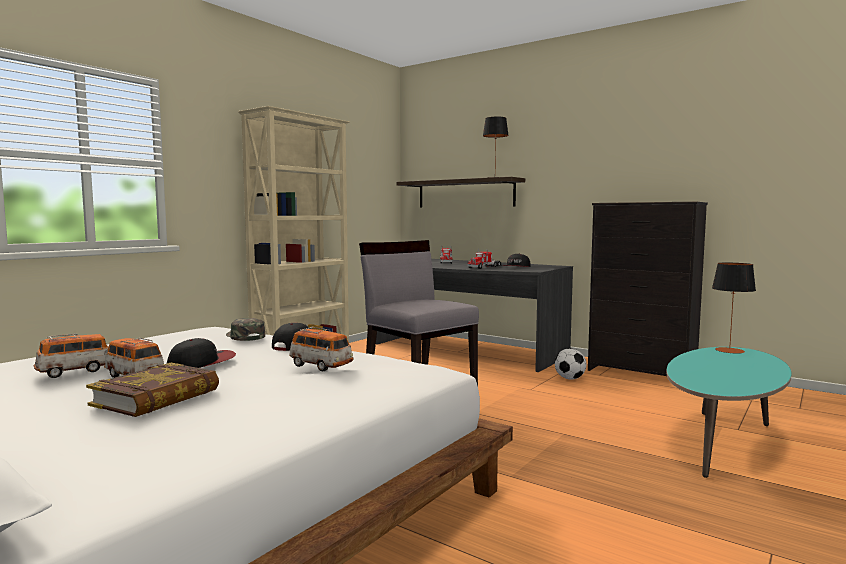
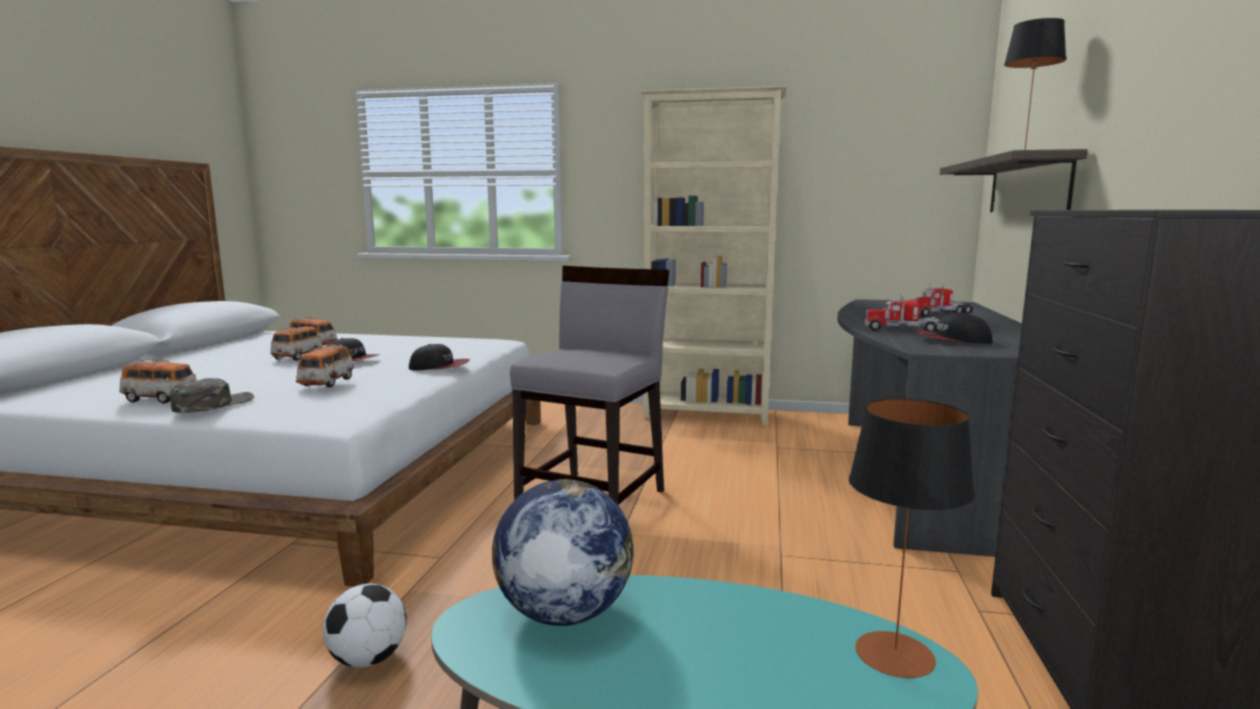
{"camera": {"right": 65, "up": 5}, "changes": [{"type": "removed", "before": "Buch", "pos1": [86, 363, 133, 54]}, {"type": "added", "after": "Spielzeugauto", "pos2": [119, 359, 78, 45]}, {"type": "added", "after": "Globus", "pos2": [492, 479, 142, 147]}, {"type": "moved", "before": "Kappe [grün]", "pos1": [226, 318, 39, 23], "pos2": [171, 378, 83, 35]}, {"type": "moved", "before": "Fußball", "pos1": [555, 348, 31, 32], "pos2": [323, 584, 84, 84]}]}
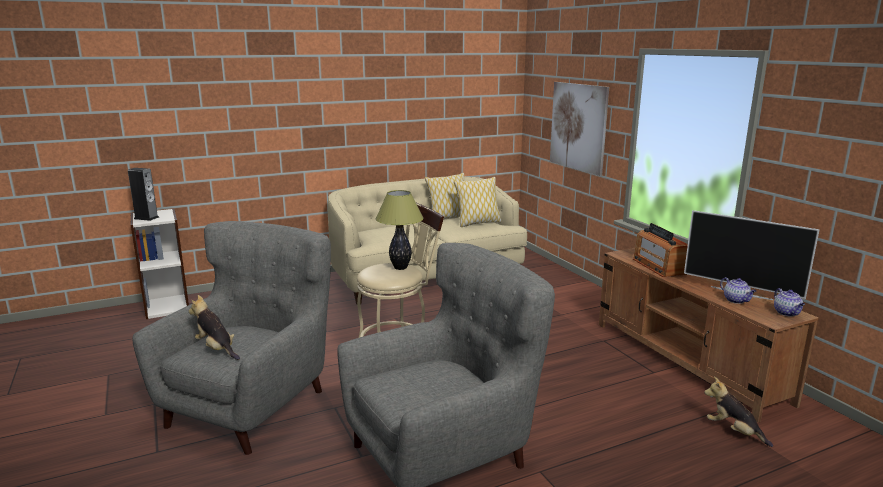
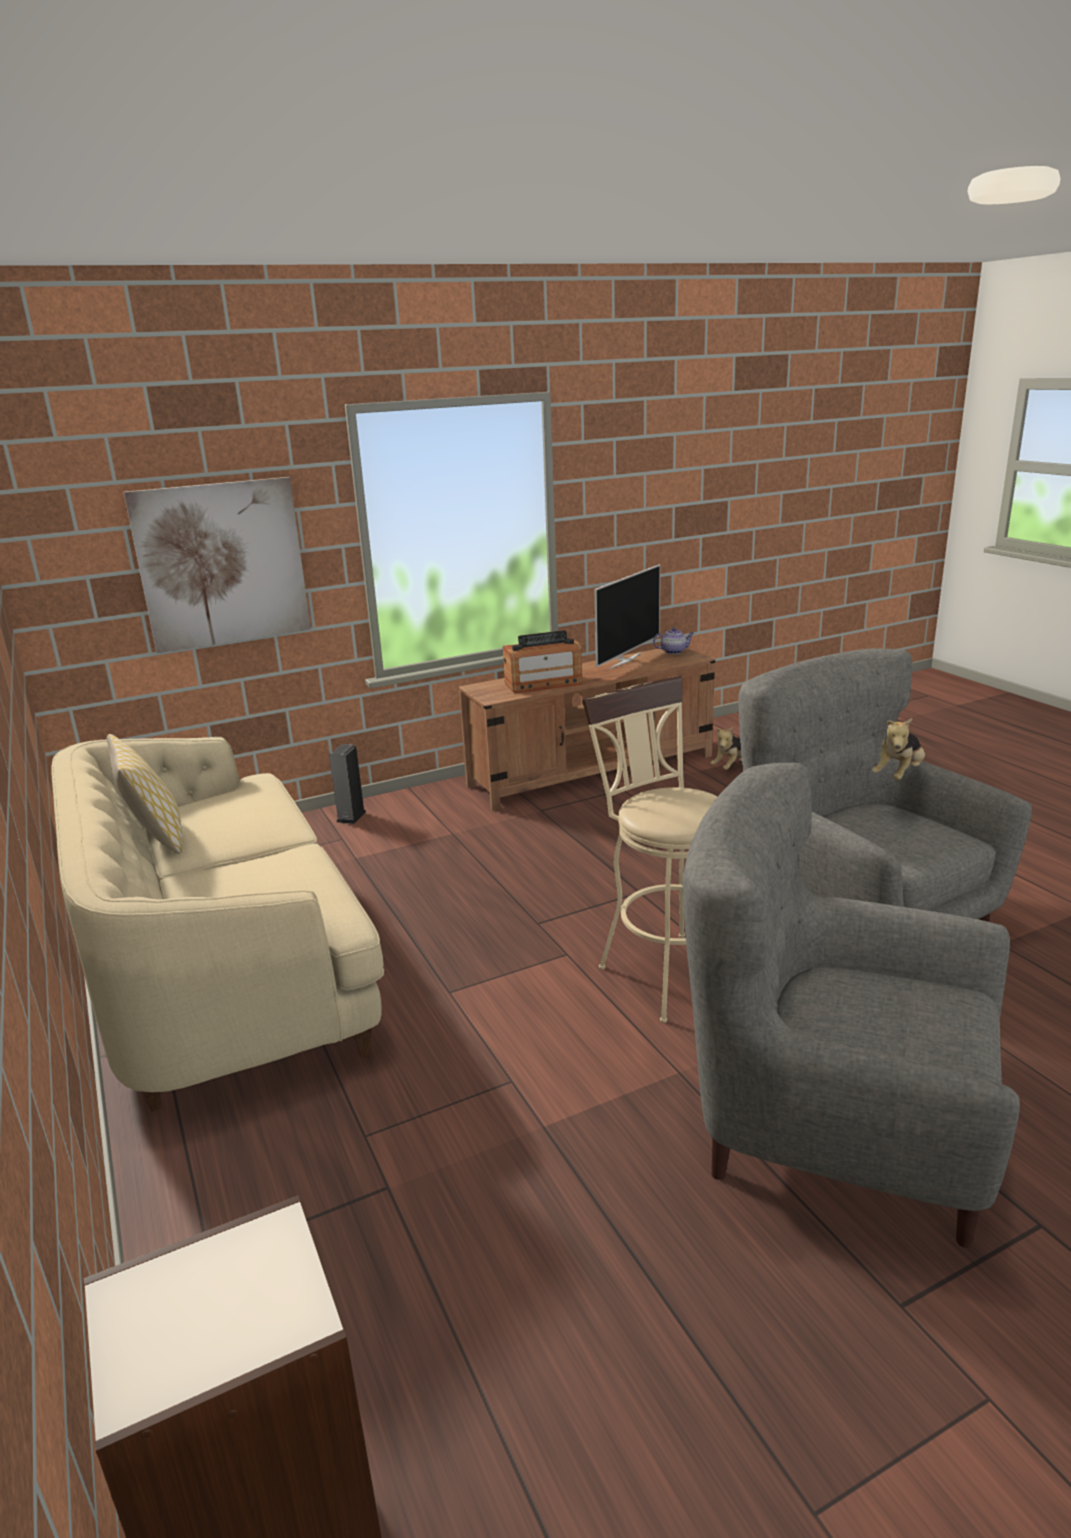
{"camera": {"right": -90, "up": 5}, "changes": [{"type": "removed", "before": "Tischlampe", "pos1": [376, 190, 47, 80]}, {"type": "removed", "before": "Kissen", "pos1": [454, 177, 48, 50]}, {"type": "removed", "before": "Teekanne", "pos1": [720, 277, 36, 27]}, {"type": "moved", "before": "Lautsprecher", "pos1": [128, 168, 31, 53], "pos2": [329, 744, 37, 80]}, {"type": "moved", "before": "Plüschtier", "pos1": [189, 295, 51, 65], "pos2": [872, 718, 53, 62]}]}
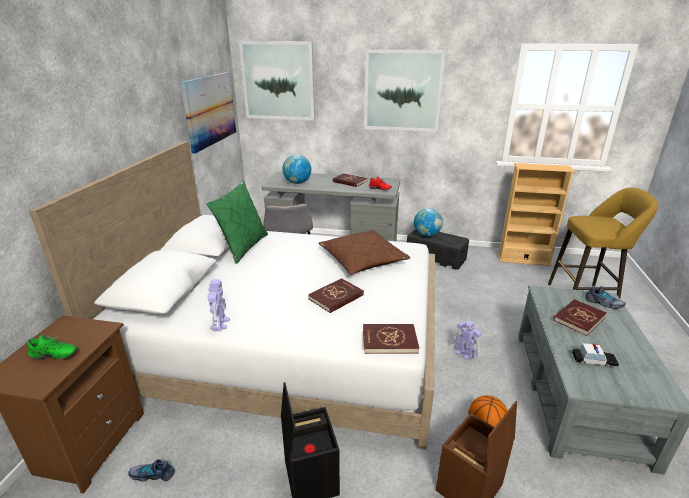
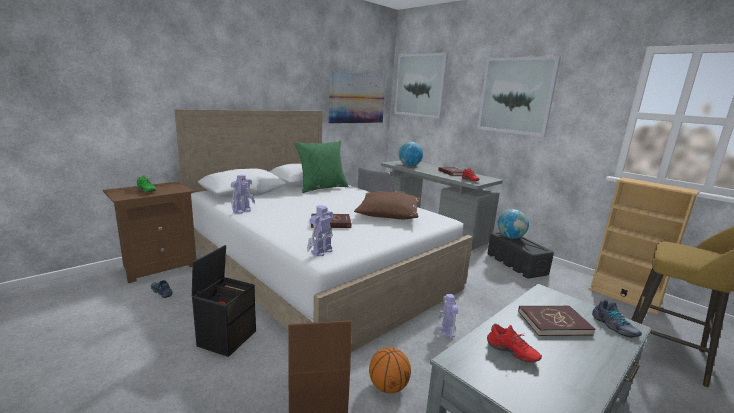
{"camera": {"right": 35, "up": -10}, "changes": [{"type": "replaced", "before": "Buch [rot]", "after": "Spielzeugroboter", "pos1": [363, 324, 56, 30], "pos2": [307, 205, 26, 51]}, {"type": "replaced", "before": "Spielzeugauto", "after": "Schuh [rot]", "pos1": [572, 343, 47, 25], "pos2": [487, 324, 55, 39]}]}
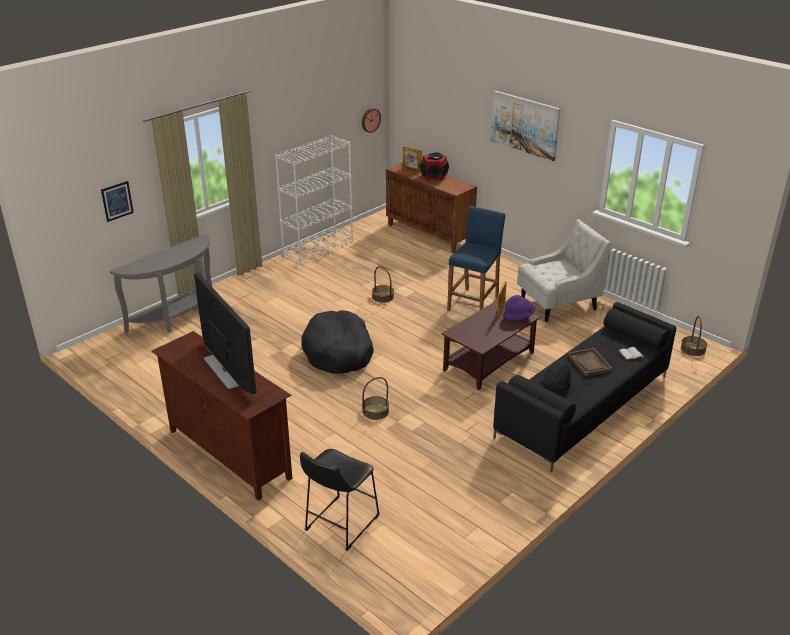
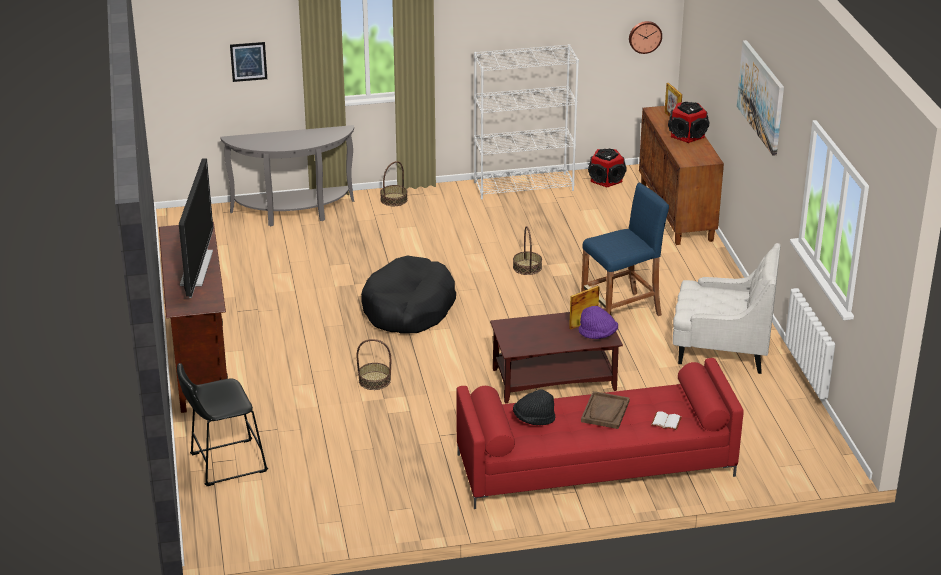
{"camera": {"right": 35, "up": 0}, "changes": [{"type": "added", "after": "Lautsprecher", "pos2": [588, 148, 38, 39]}, {"type": "moved", "before": "Korb", "pos1": [681, 316, 26, 40], "pos2": [380, 161, 28, 45]}, {"type": "recoloured", "before": "Sofa [schwarz]", "after": "Sofa [rot]", "pos1": [493, 302, 183, 170], "pos2": [456, 358, 288, 151]}]}
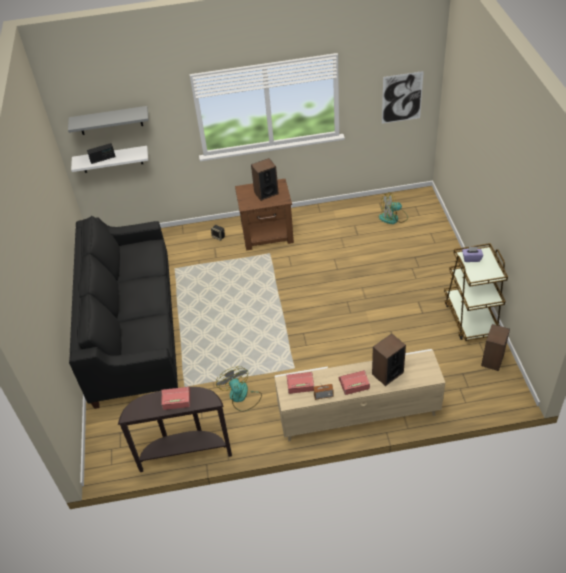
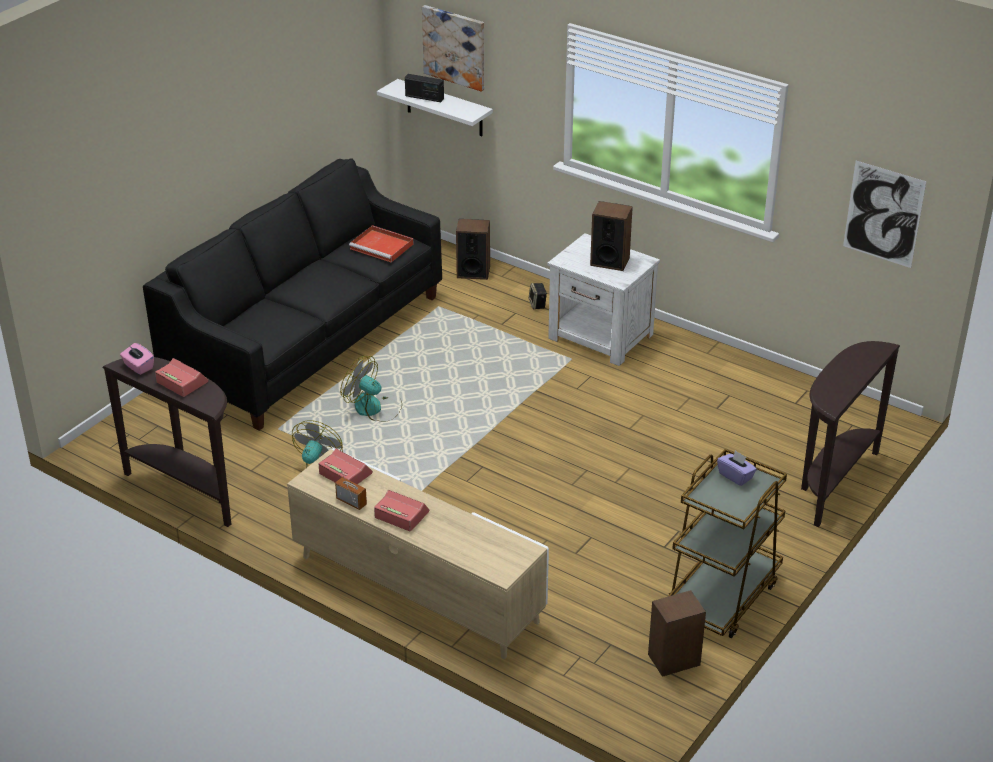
{"camera": {"right": 40, "up": -10}, "changes": [{"type": "added", "after": "Taschentuchbox [rosa]", "pos2": [120, 343, 34, 32]}, {"type": "added", "after": "Tablett [rot]", "pos2": [349, 225, 64, 37]}, {"type": "added", "after": "Konsolentisch [braun]", "pos2": [801, 341, 99, 186]}, {"type": "moved", "before": "Lautsprecher", "pos1": [372, 334, 34, 52], "pos2": [456, 219, 34, 61]}, {"type": "moved", "before": "Ventilator", "pos1": [379, 192, 29, 32], "pos2": [340, 356, 62, 65]}, {"type": "replaced", "before": "Wandregal [grau]", "after": "Bild", "pos1": [68, 106, 81, 29], "pos2": [422, 5, 62, 87]}, {"type": "recoloured", "before": "Nachttisch [braun]", "after": "Nachttisch [weiß]", "pos1": [235, 179, 59, 72], "pos2": [547, 233, 113, 133]}]}
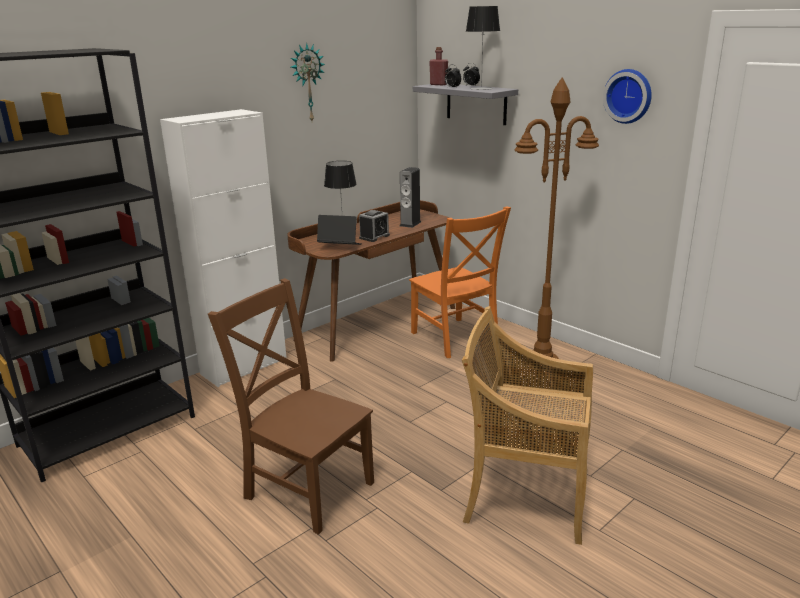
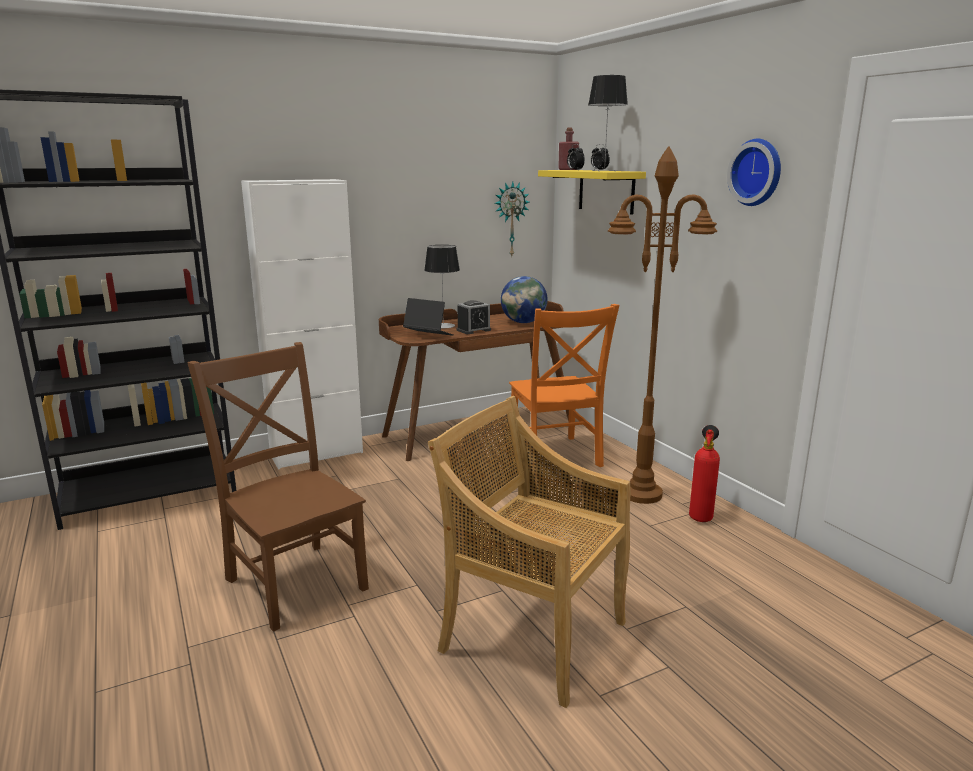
{"camera": {"right": 15, "up": -5}, "changes": [{"type": "added", "after": "Feuerlöscher", "pos2": [689, 425, 31, 97]}, {"type": "moved", "before": "Wanduhr", "pos1": [291, 42, 34, 79], "pos2": [495, 182, 34, 74]}, {"type": "replaced", "before": "Lautsprecher", "after": "Globus", "pos1": [400, 167, 21, 61], "pos2": [501, 276, 47, 47]}, {"type": "recoloured", "before": "Wandregal [grau]", "after": "Wandregal [gelb]", "pos1": [413, 84, 105, 41], "pos2": [538, 170, 108, 45]}]}
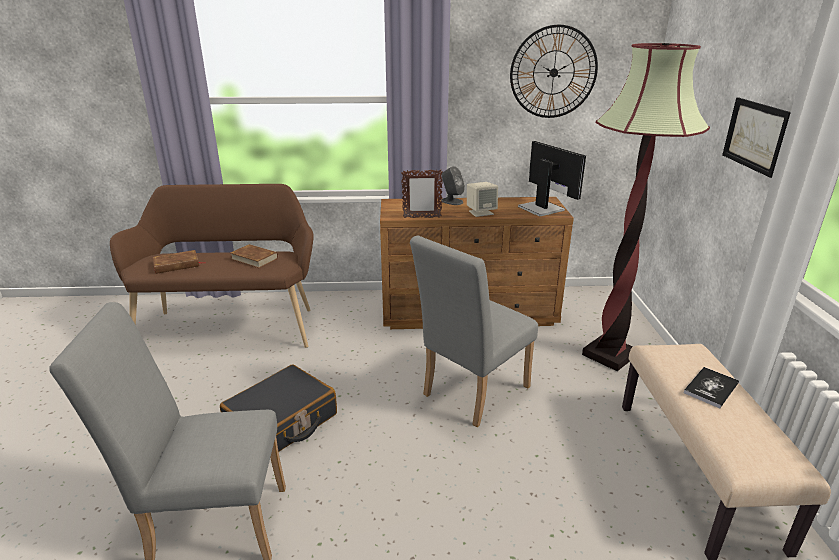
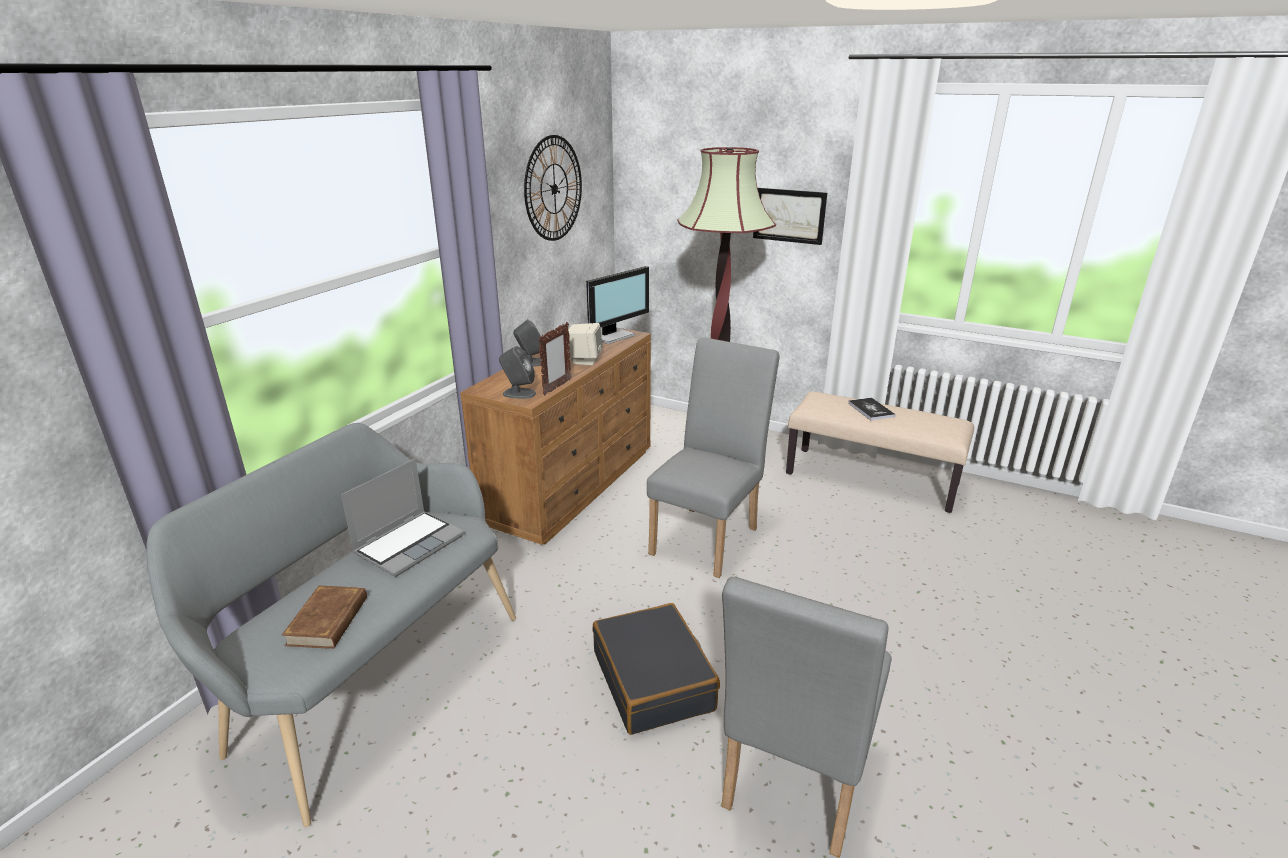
{"camera": {"right": -60, "up": 0}, "changes": [{"type": "added", "after": "Lautsprecher [grau]", "pos2": [499, 346, 37, 53]}, {"type": "replaced", "before": "Buch [braun]", "after": "Laptop", "pos1": [230, 244, 48, 24], "pos2": [341, 459, 124, 118]}, {"type": "recoloured", "before": "Bank [braun]", "after": "Bank [grau]", "pos1": [110, 184, 203, 164], "pos2": [146, 423, 370, 404]}, {"type": "turned", "before": "Stuhl [grau]", "pos1": [410, 236, 128, 191], "pos2": [647, 337, 133, 241], "turn": -135}, {"type": "turned", "before": "Monitor", "pos1": [518, 141, 68, 75], "pos2": [586, 266, 63, 78], "turn": 135}]}
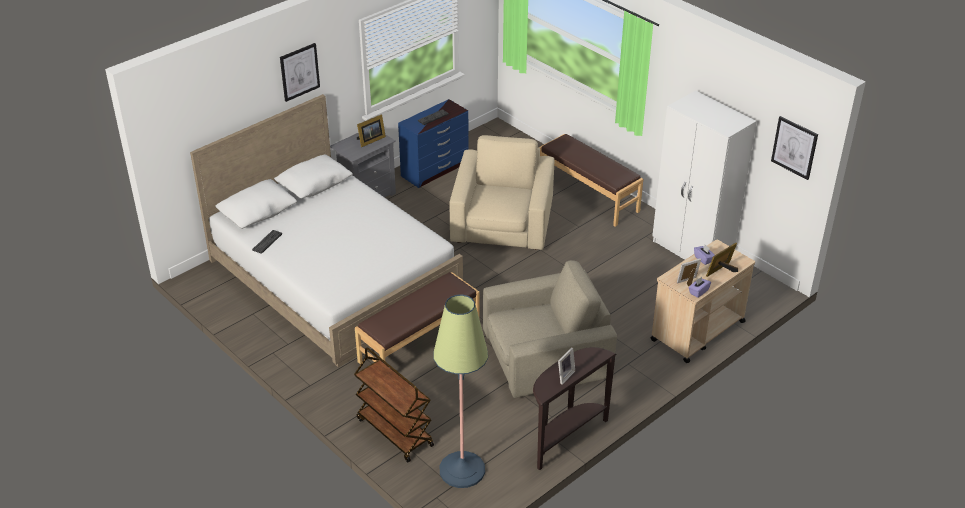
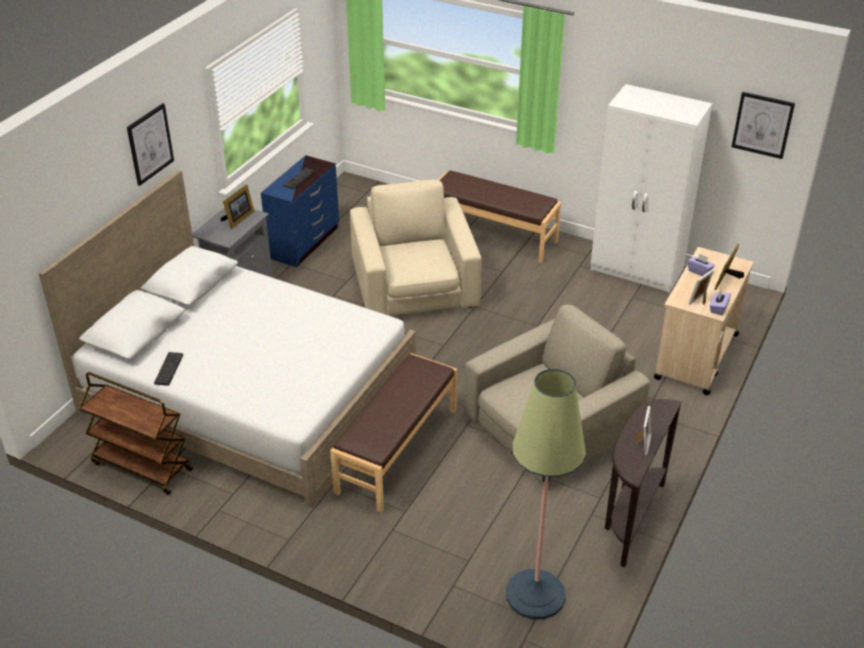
{"camera": {"right": -20, "up": 0}, "changes": [{"type": "moved", "before": "Rollwagen [braun]", "pos1": [354, 347, 80, 116], "pos2": [79, 372, 114, 123]}]}
